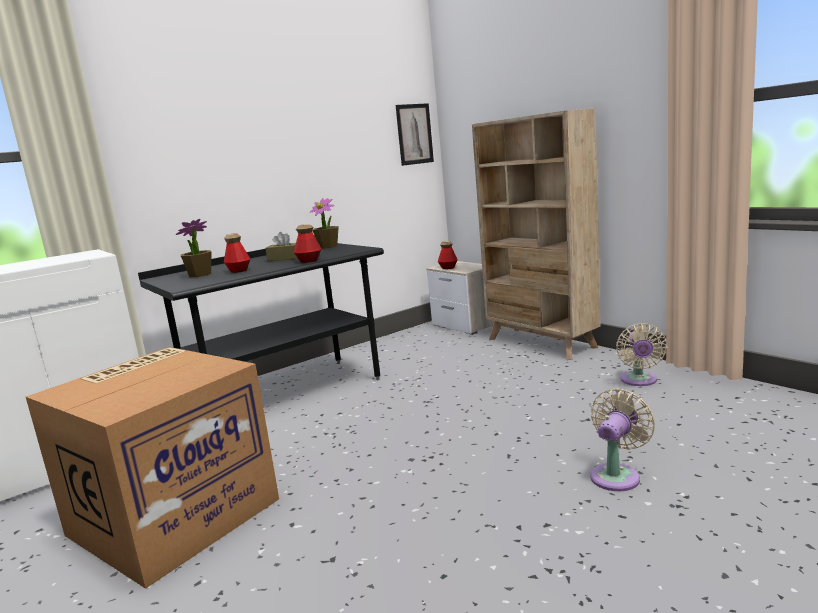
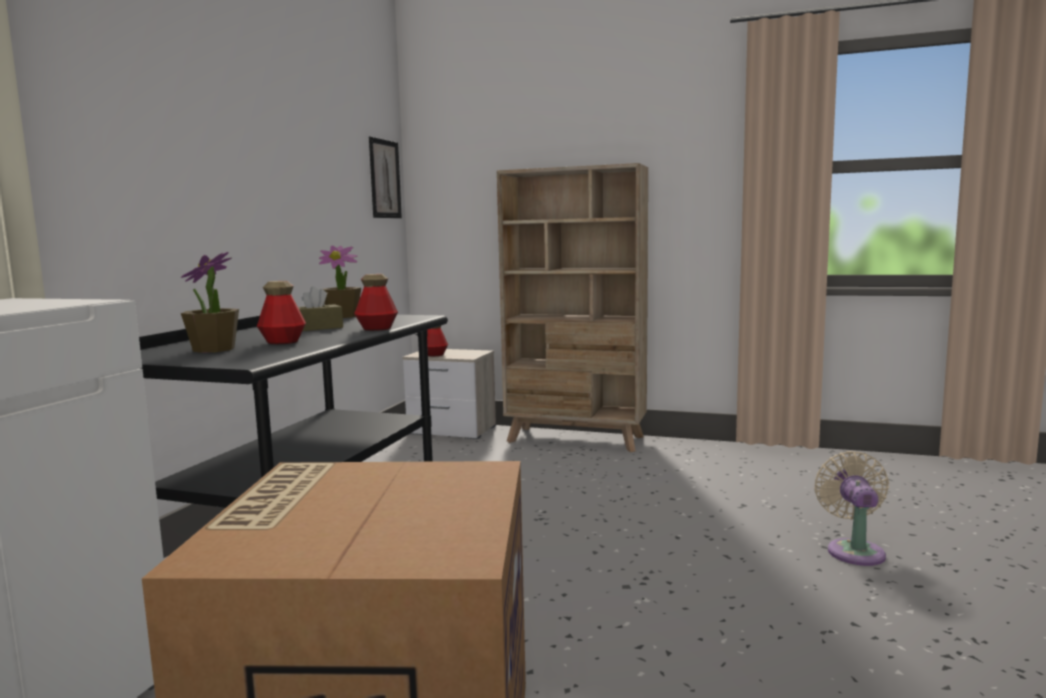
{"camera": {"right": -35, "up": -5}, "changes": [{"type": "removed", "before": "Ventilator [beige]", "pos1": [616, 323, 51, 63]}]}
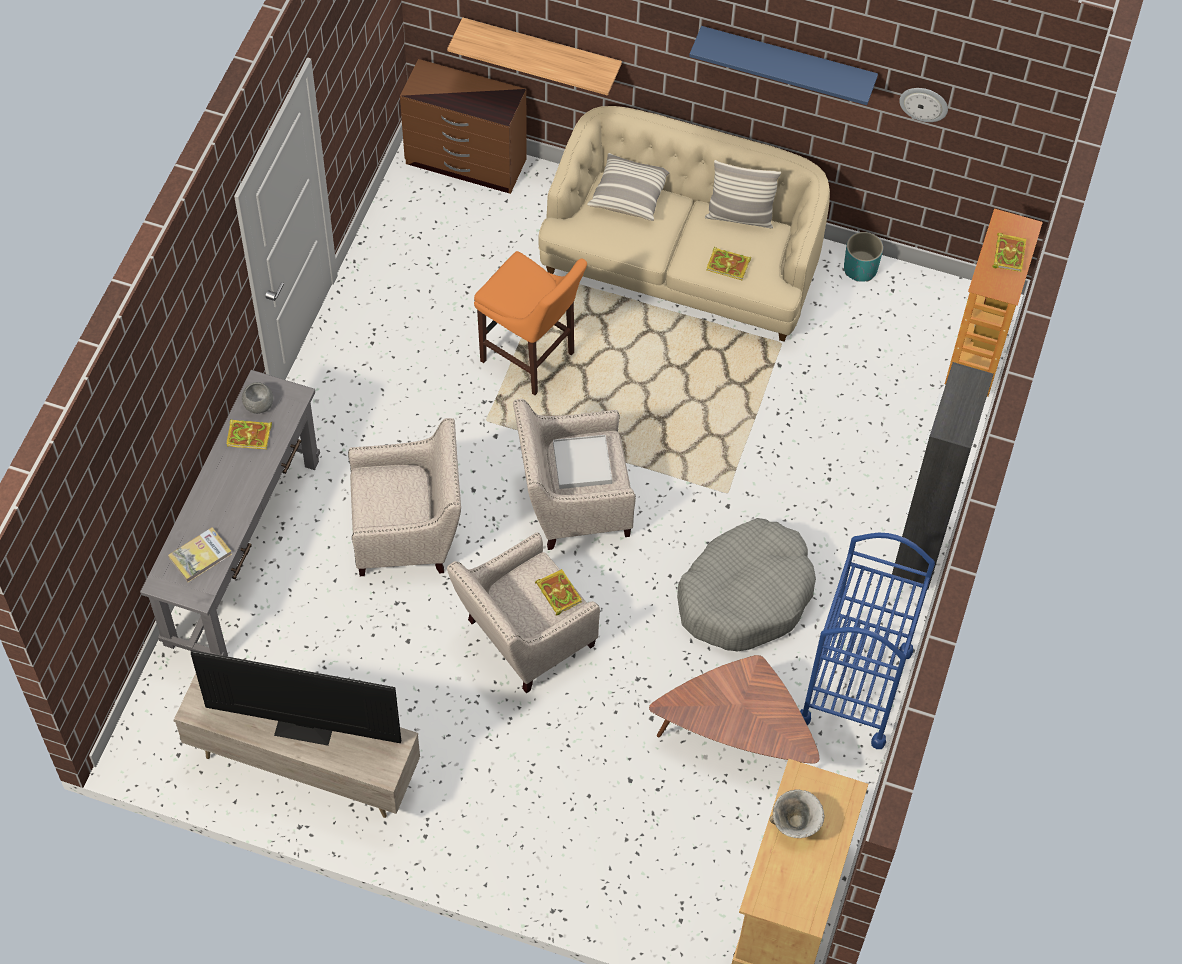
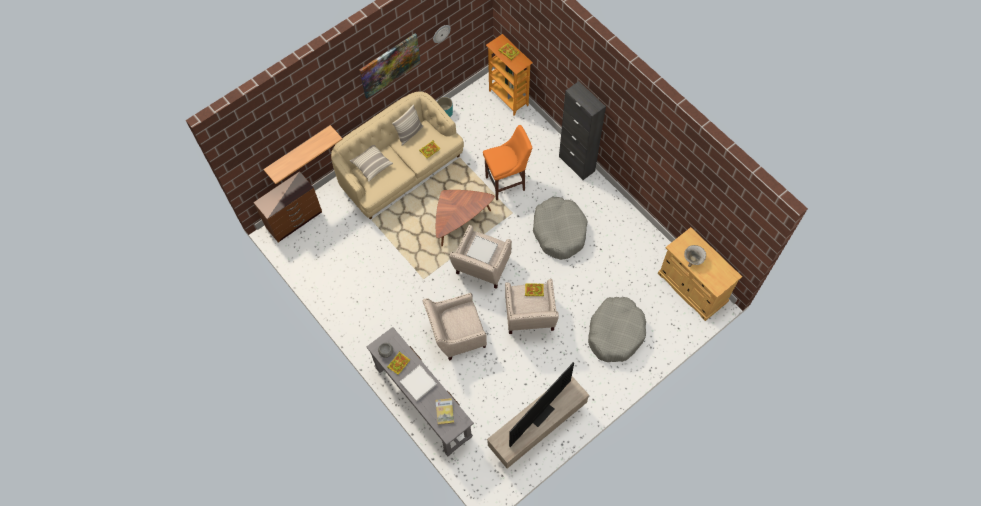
{"camera": {"right": -55, "up": 5}, "changes": [{"type": "removed", "before": "Rollwagen [blau]", "pos1": [800, 533, 135, 216]}, {"type": "added", "after": "Tablett [weiß]", "pos2": [400, 365, 37, 36]}, {"type": "added", "after": "Hundebett [grau]", "pos2": [588, 297, 58, 65]}, {"type": "moved", "before": "Hocker [orange]", "pos1": [474, 251, 113, 144], "pos2": [483, 125, 49, 75]}, {"type": "moved", "before": "Couchtisch [braun]", "pos1": [649, 655, 170, 109], "pos2": [436, 190, 59, 56]}, {"type": "replaced", "before": "Wandregal [blau]", "after": "Bild", "pos1": [689, 26, 189, 79], "pos2": [359, 33, 61, 65]}, {"type": "turned", "before": "Sessel [beige]", "pos1": [348, 418, 113, 158], "pos2": [423, 293, 64, 68], "turn": -135}]}
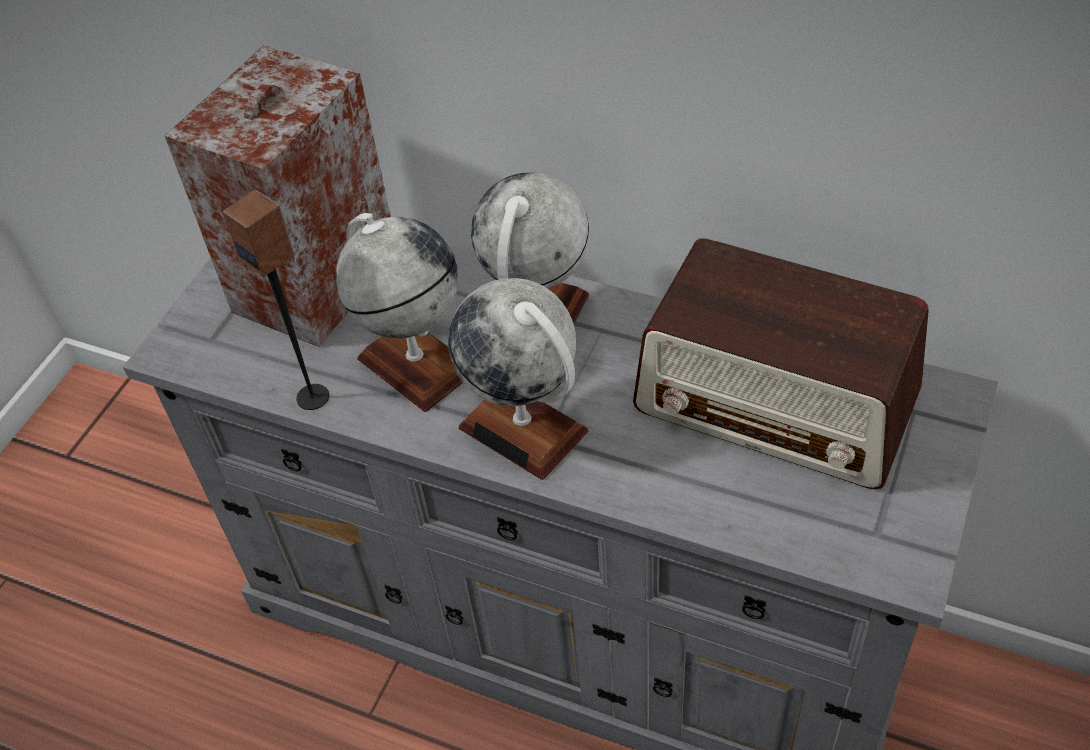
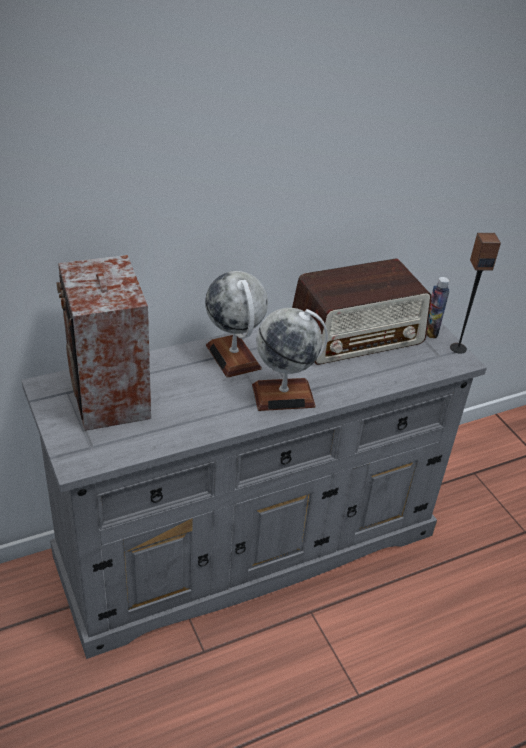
{"camera": {"right": -55, "up": -10}, "changes": [{"type": "removed", "before": "Globus", "pos1": [336, 213, 126, 199]}, {"type": "added", "after": "Flasche", "pos2": [426, 277, 23, 61]}, {"type": "moved", "before": "Lautsprecher", "pos1": [223, 189, 106, 221], "pos2": [450, 233, 51, 121]}]}
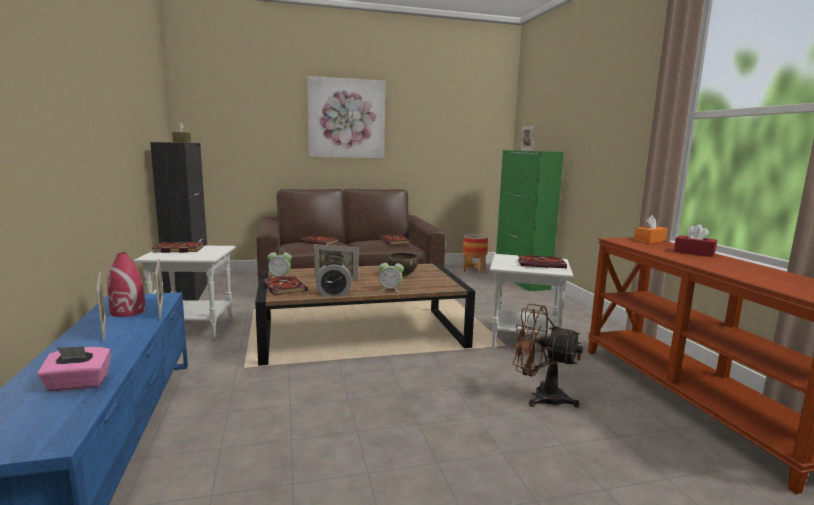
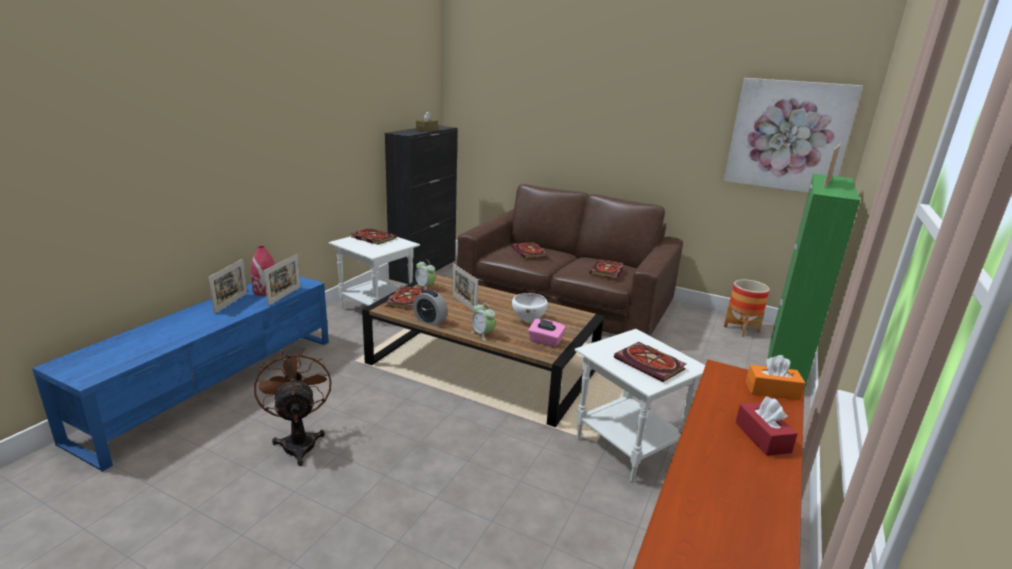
{"camera": {"right": 40, "up": 10}, "changes": [{"type": "moved", "before": "Taschentuchbox [rosa]", "pos1": [37, 346, 74, 45], "pos2": [528, 318, 38, 29]}, {"type": "moved", "before": "Bild", "pos1": [307, 76, 78, 82], "pos2": [724, 78, 139, 115]}, {"type": "moved", "before": "Ventilator [braun]", "pos1": [513, 304, 70, 103], "pos2": [254, 349, 77, 117]}, {"type": "recoloured", "before": "Schüssel [braun]", "after": "Schüssel [weiß]", "pos1": [388, 253, 31, 24], "pos2": [512, 293, 36, 29]}]}
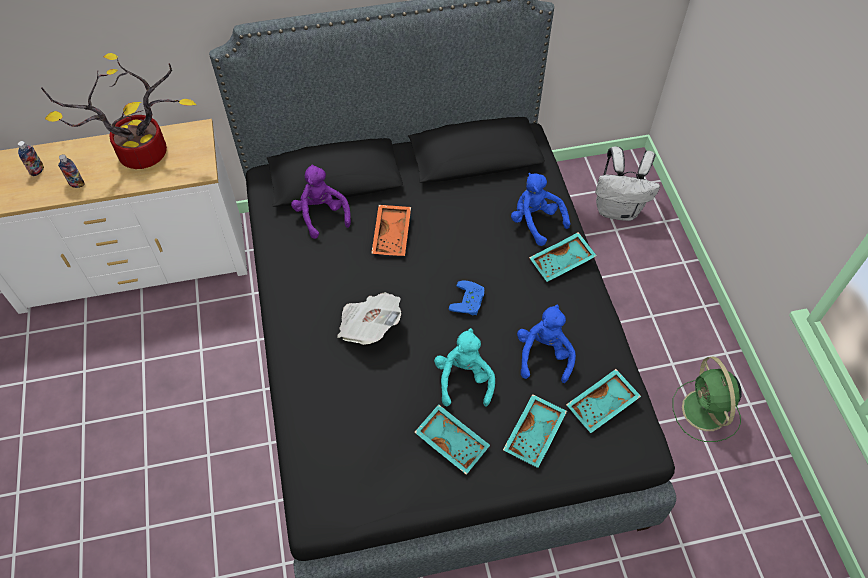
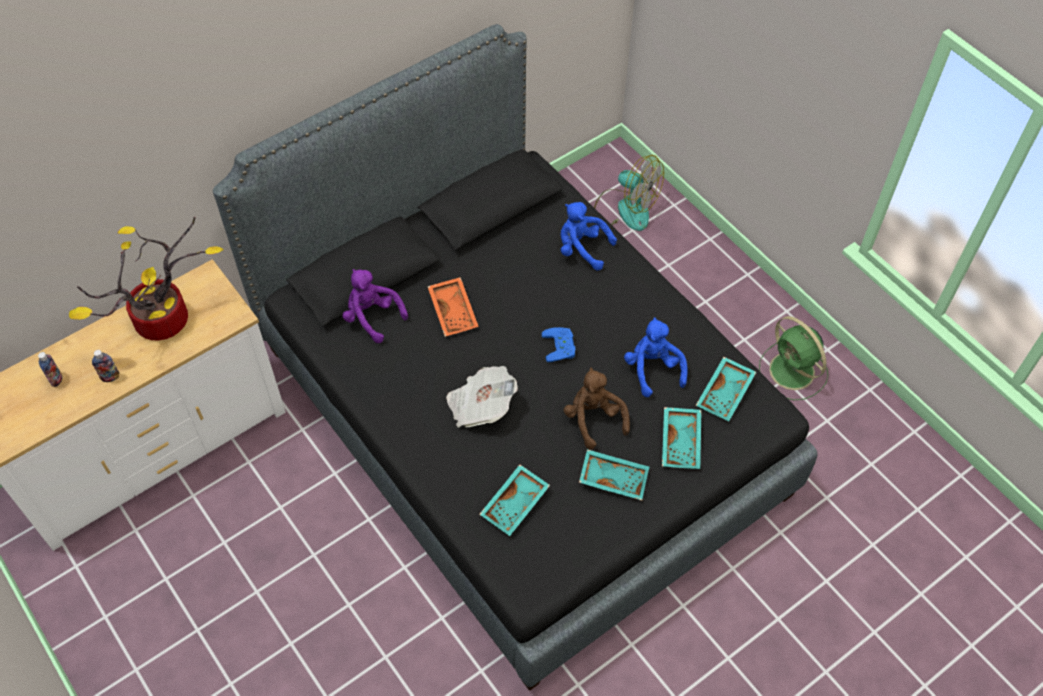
{"camera": {"right": -25, "up": 0}, "changes": [{"type": "moved", "before": "Tablett [türkis]", "pos1": [529, 232, 68, 50], "pos2": [479, 465, 71, 71]}, {"type": "replaced", "before": "Rucksack [weiß]", "after": "Ventilator", "pos1": [596, 146, 64, 75], "pos2": [594, 155, 70, 76]}, {"type": "recoloured", "before": "Plüschtier [türkis]", "after": "Plüschtier [braun]", "pos1": [434, 328, 61, 79], "pos2": [563, 368, 67, 82]}]}
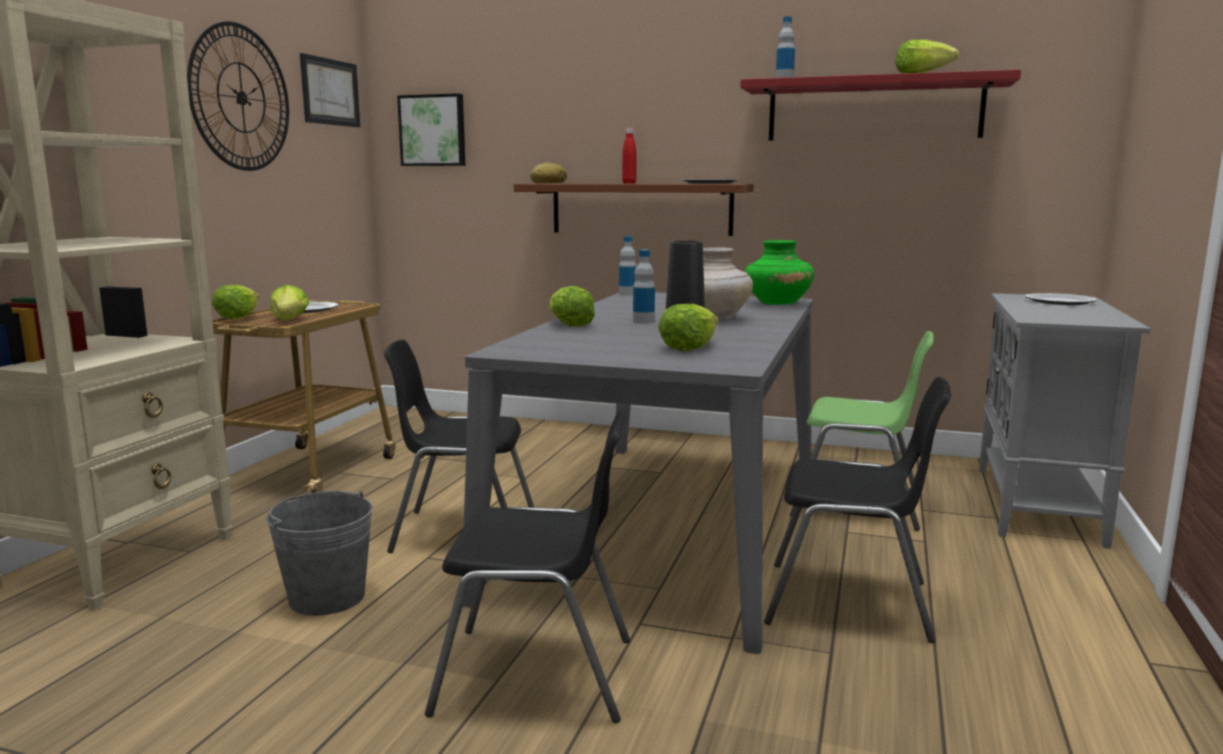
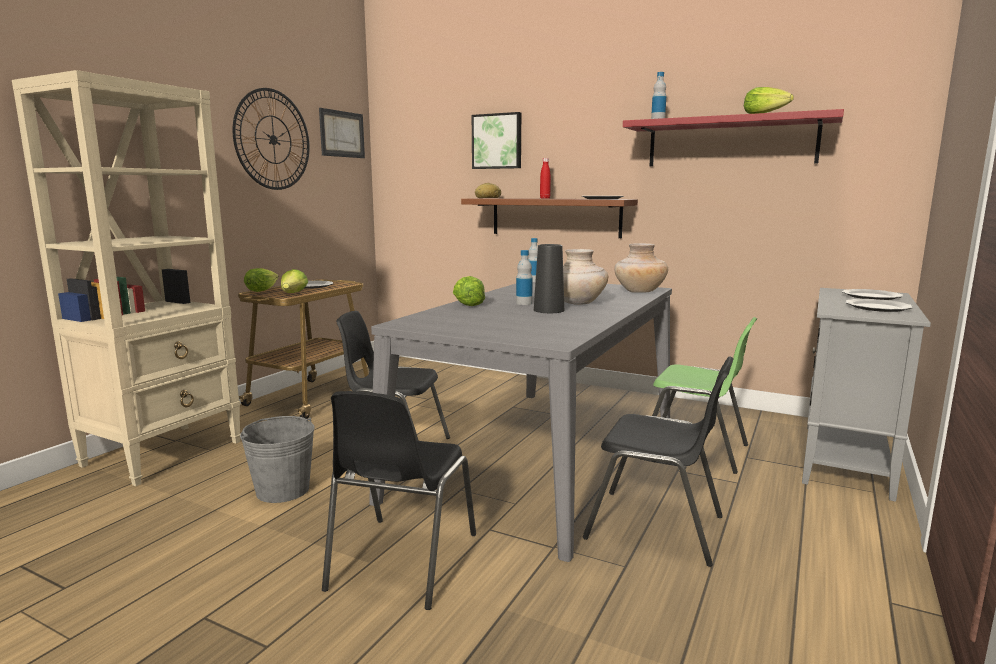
{"camera": {"right": 10, "up": 0}, "changes": [{"type": "removed", "before": "Salatkopf", "pos1": [658, 304, 60, 47]}, {"type": "added", "after": "Teller", "pos2": [846, 299, 67, 13]}, {"type": "moved", "before": "Bild", "pos1": [397, 93, 68, 73], "pos2": [472, 112, 49, 57]}, {"type": "recoloured", "before": "Vase [grün]", "after": "Vase [beige]", "pos1": [745, 240, 69, 65], "pos2": [614, 243, 54, 50]}, {"type": "turned", "before": "Stuhl [schwarz]", "pos1": [425, 408, 205, 315], "pos2": [322, 391, 154, 219], "turn": 90}]}
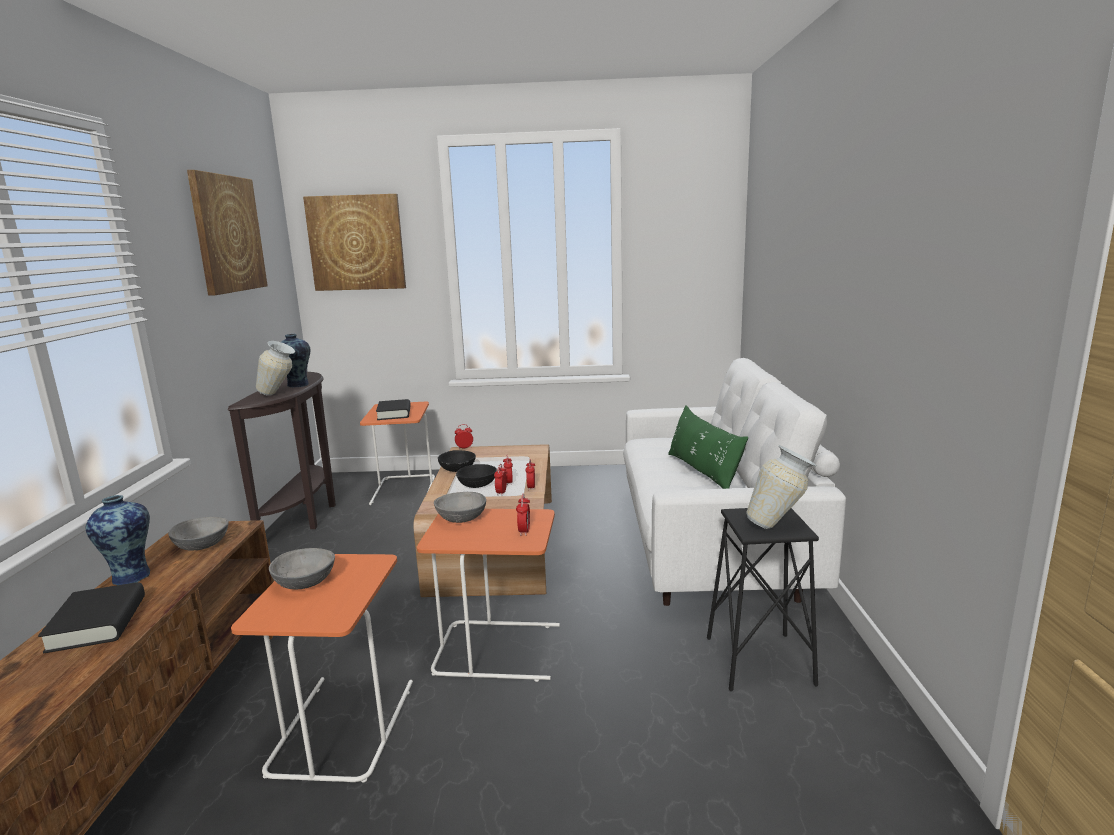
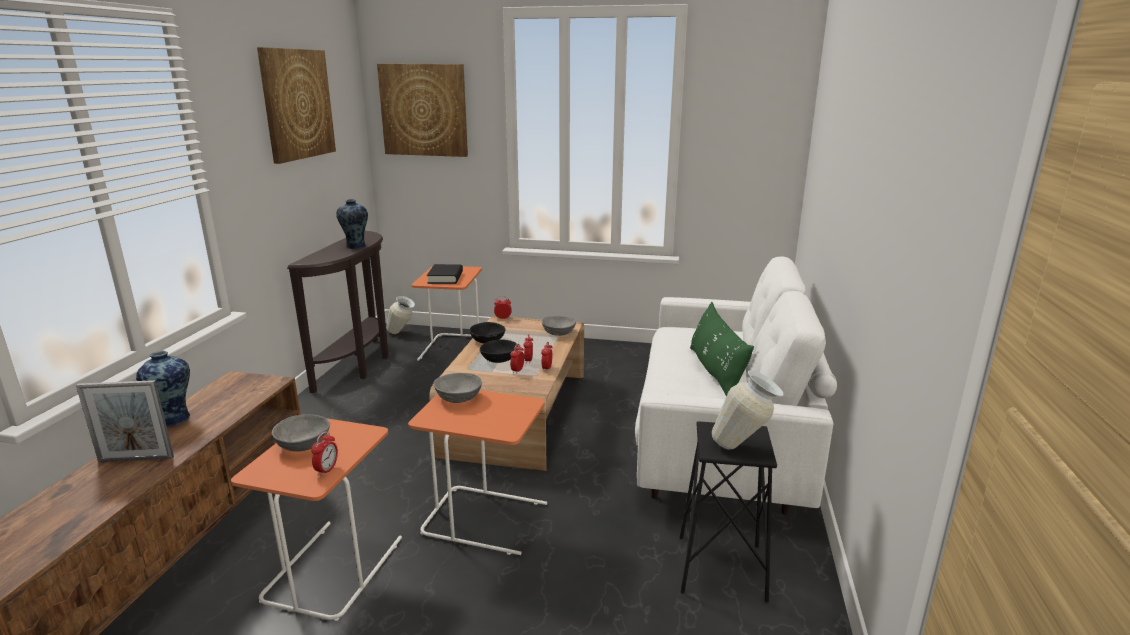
{"camera": {"right": 10, "up": 5}, "changes": [{"type": "moved", "before": "Schüssel [grau]", "pos1": [168, 517, 61, 33], "pos2": [542, 316, 34, 20]}, {"type": "moved", "before": "Vase", "pos1": [256, 341, 39, 55], "pos2": [386, 296, 29, 38]}, {"type": "moved", "before": "Wecker", "pos1": [516, 494, 14, 42], "pos2": [311, 431, 27, 45]}, {"type": "replaced", "before": "Buch [schwarz]", "after": "Bilderrahmen", "pos1": [38, 582, 107, 71], "pos2": [76, 380, 98, 82]}]}
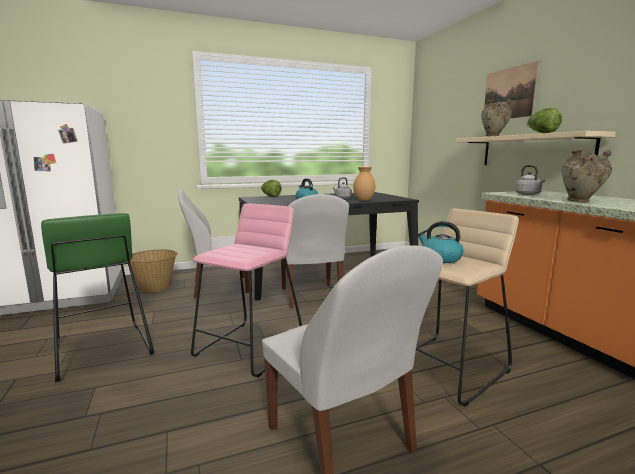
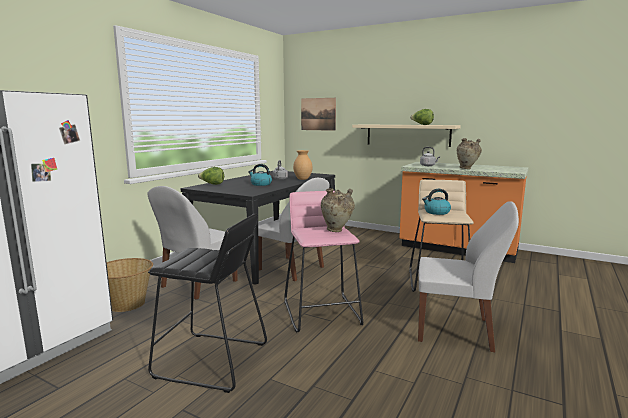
{"camera": {"right": -40, "up": 0}, "changes": [{"type": "moved", "before": "Vase [beige]", "pos1": [481, 99, 31, 37], "pos2": [321, 188, 34, 44]}, {"type": "moved", "before": "Bild", "pos1": [484, 61, 55, 57], "pos2": [301, 98, 35, 33]}, {"type": "recoloured", "before": "Hocker [grün]", "after": "Hocker [schwarz]", "pos1": [41, 213, 113, 170], "pos2": [148, 214, 119, 179]}]}
